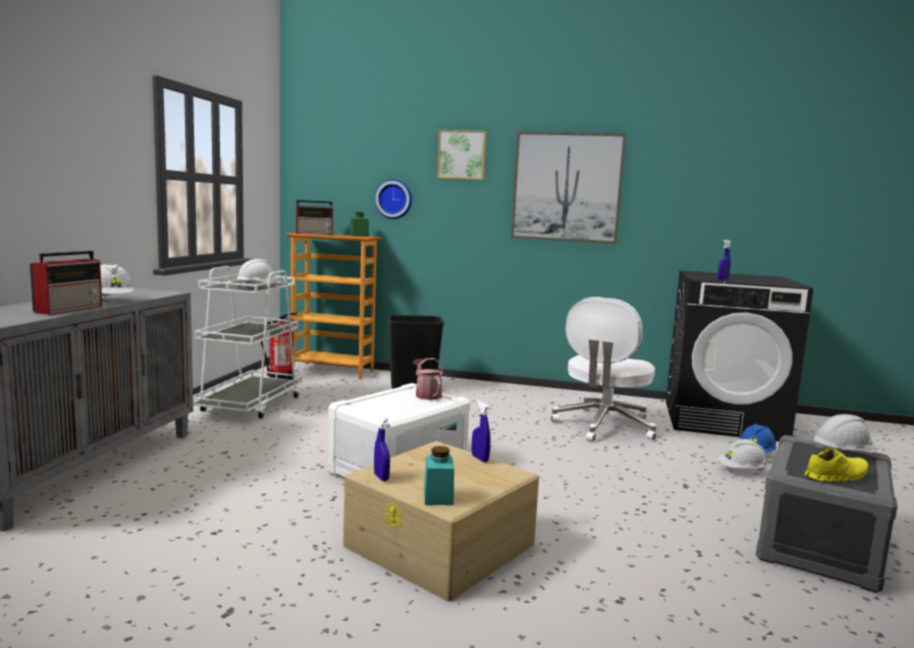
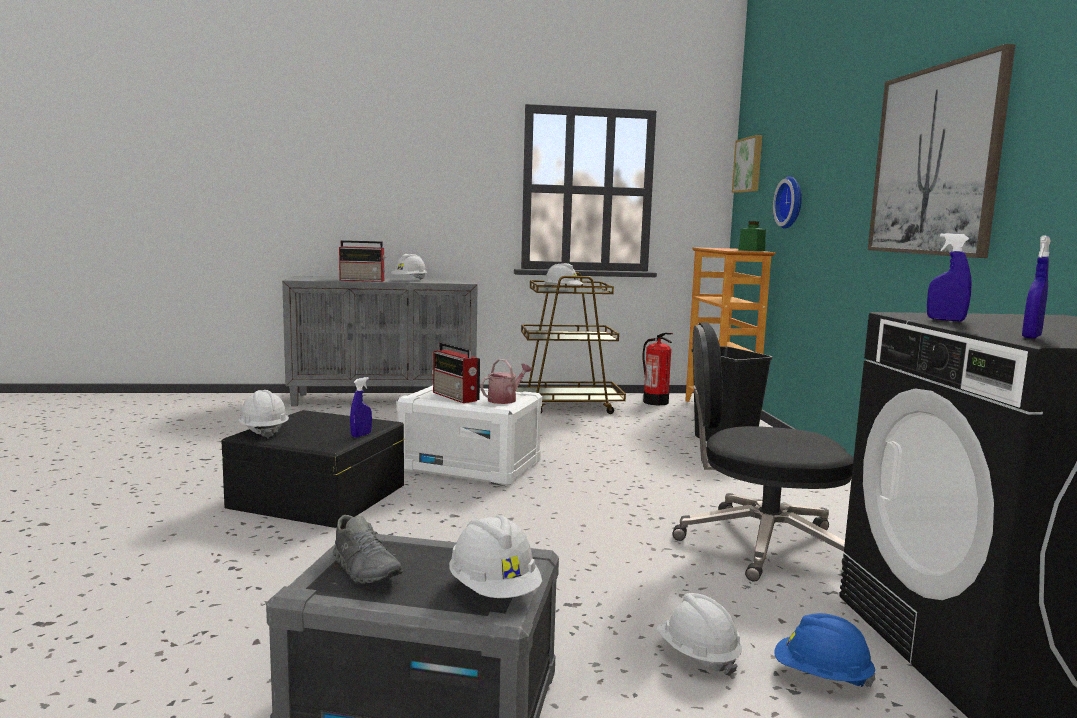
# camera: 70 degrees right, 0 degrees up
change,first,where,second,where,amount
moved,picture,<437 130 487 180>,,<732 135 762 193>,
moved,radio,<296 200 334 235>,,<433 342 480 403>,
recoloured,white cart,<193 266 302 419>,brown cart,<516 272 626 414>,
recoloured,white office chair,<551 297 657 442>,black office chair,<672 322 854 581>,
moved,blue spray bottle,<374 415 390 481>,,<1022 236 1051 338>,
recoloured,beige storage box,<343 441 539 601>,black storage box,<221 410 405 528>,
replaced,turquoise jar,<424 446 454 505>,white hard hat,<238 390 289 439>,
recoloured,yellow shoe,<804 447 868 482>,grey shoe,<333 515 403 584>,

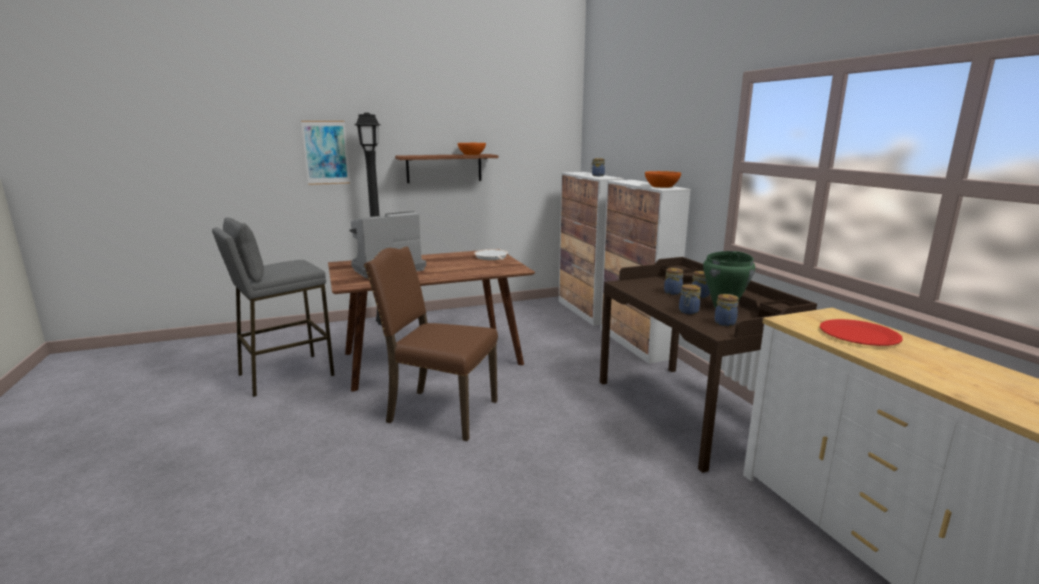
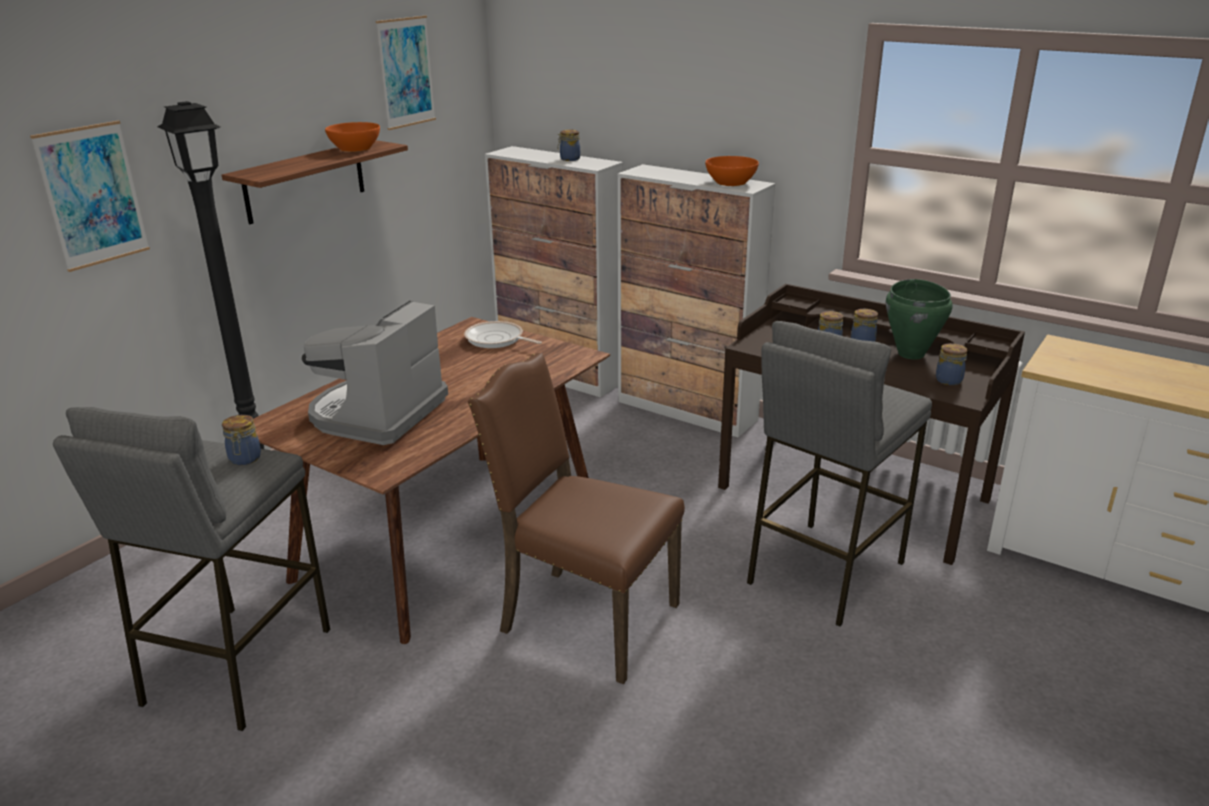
# camera: 35 degrees left, 10 degrees up
change,first,where,second,where,amount
turned,brown chair,<364 247 498 441>,,<468 353 685 684>,45 degrees clockwise
moved,jar,<679 284 701 315>,,<222 415 261 465>,
removed,red plate,<820 319 903 346>,,,
added,,,picture,<376 16 436 130>,
added,,,grey stool,<747 321 932 627>,

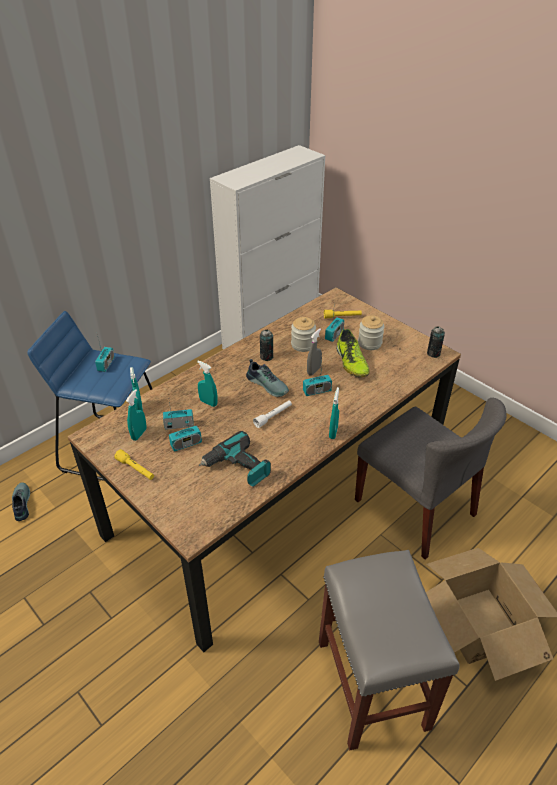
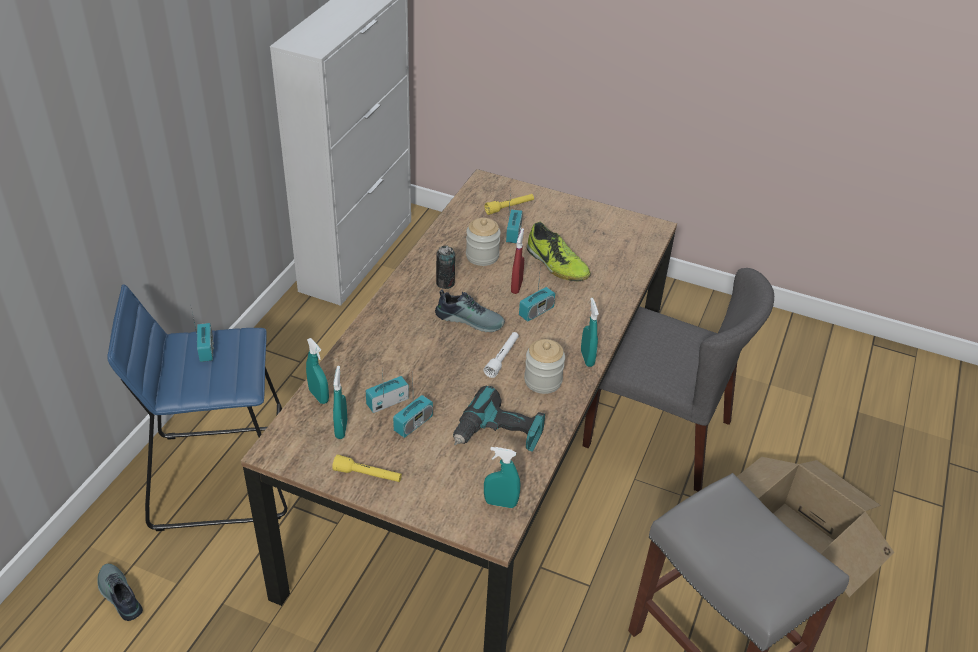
# camera: 25 degrees left, 0 degrees up
change,first,where,second,where,amount
moved,jar,<358 316 385 350>,,<524 339 565 394>,
removed,can,<427 326 445 358>,,,
recoloured,grey spray bottle,<307 328 322 376>,red spray bottle,<511 228 524 294>,
moved,turquoise spray bottle,<197 361 217 407>,,<484 447 520 508>,

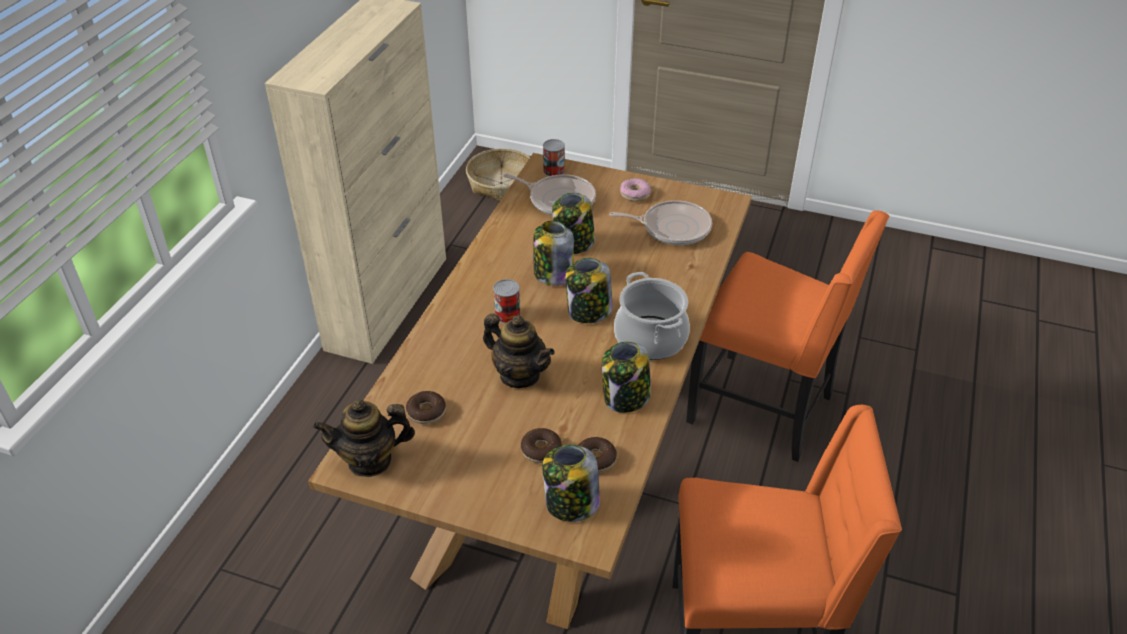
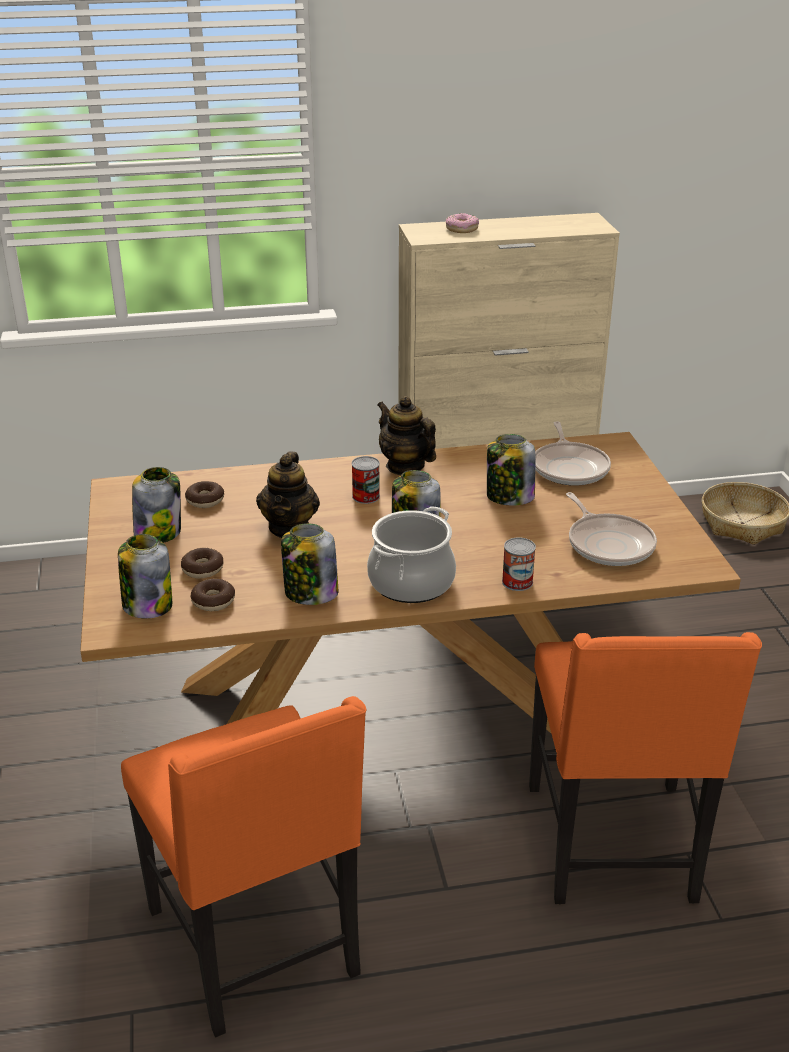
# camera: 60 degrees right, 10 degrees down
change,first,where,second,where,amount
moved,can,<543 139 565 176>,,<502 537 536 591>,
moved,donut,<620 178 651 202>,,<446 213 479 233>,
moved,jar,<533 221 574 286>,,<132 467 181 543>,
moved,teapot,<313 400 415 477>,,<377 396 436 475>,

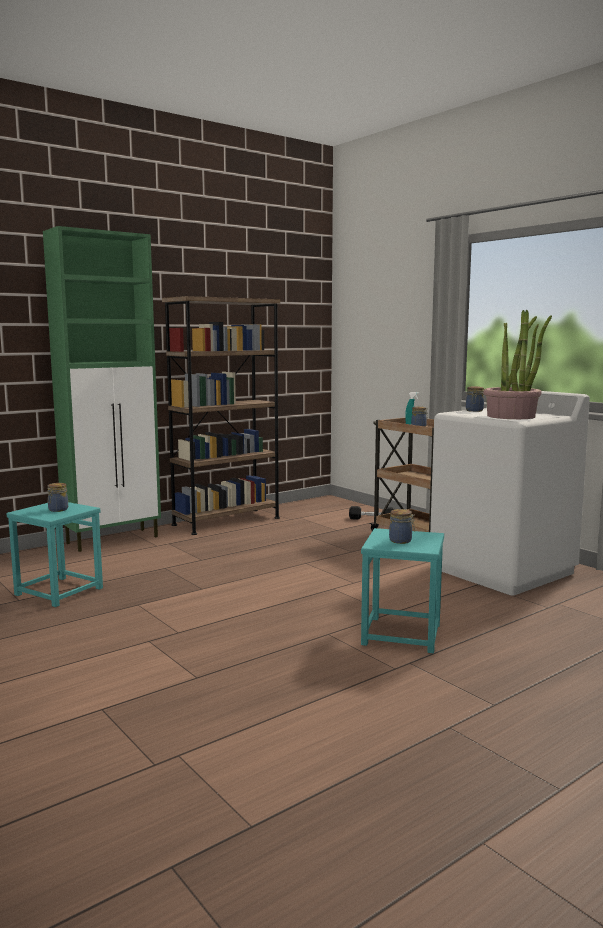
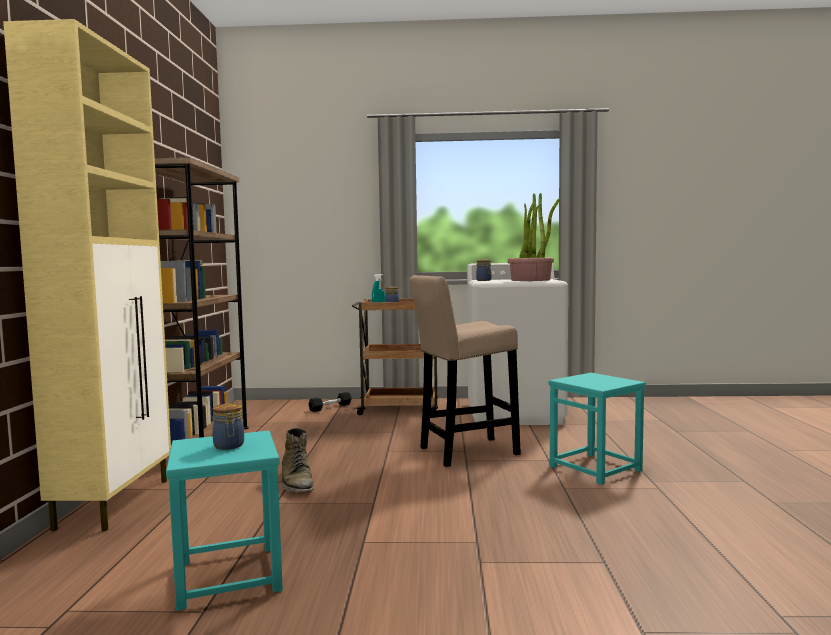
# camera: 50 degrees left, 5 degrees down
change,first,where,second,where,amount
recoloured,green cabinet,<43 226 161 552>,beige cabinet,<3 19 171 531>,
removed,jar,<389 509 415 544>,,,
added,,,beige stool,<409 275 521 467>,
added,,,green boot,<281 428 314 492>,

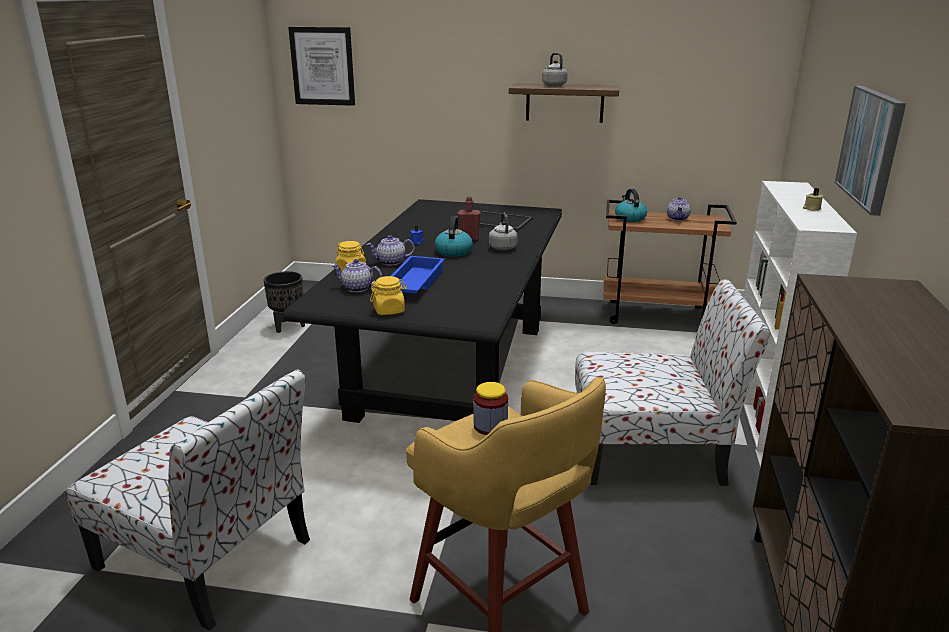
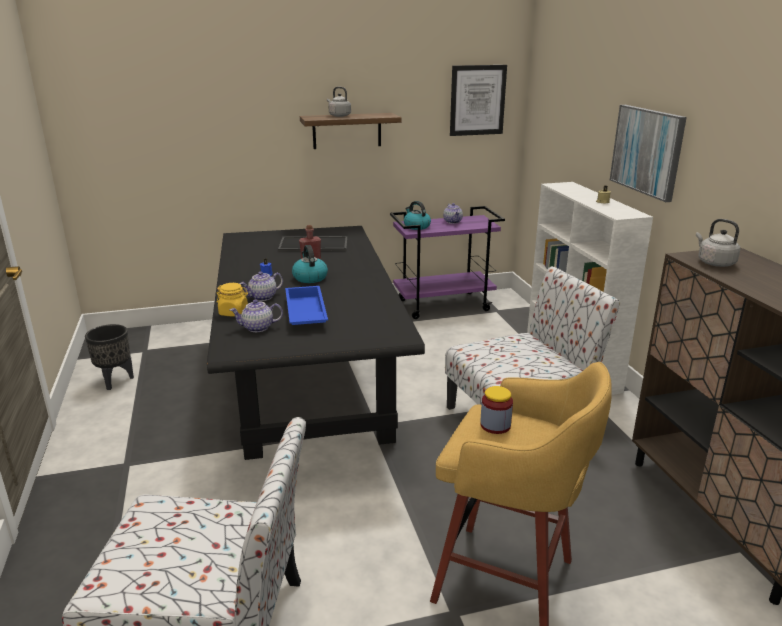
# camera: 25 degrees left, 0 degrees up
change,first,where,second,where,amount
moved,picture,<288 27 355 106>,,<450 65 507 136>,
recoloured,brown cart,<603 200 737 324>,purple cart,<390 206 505 319>,
moved,grey kettle,<489 213 518 250>,,<696 219 740 267>,
removed,yellow jar,<370 276 407 315>,,,

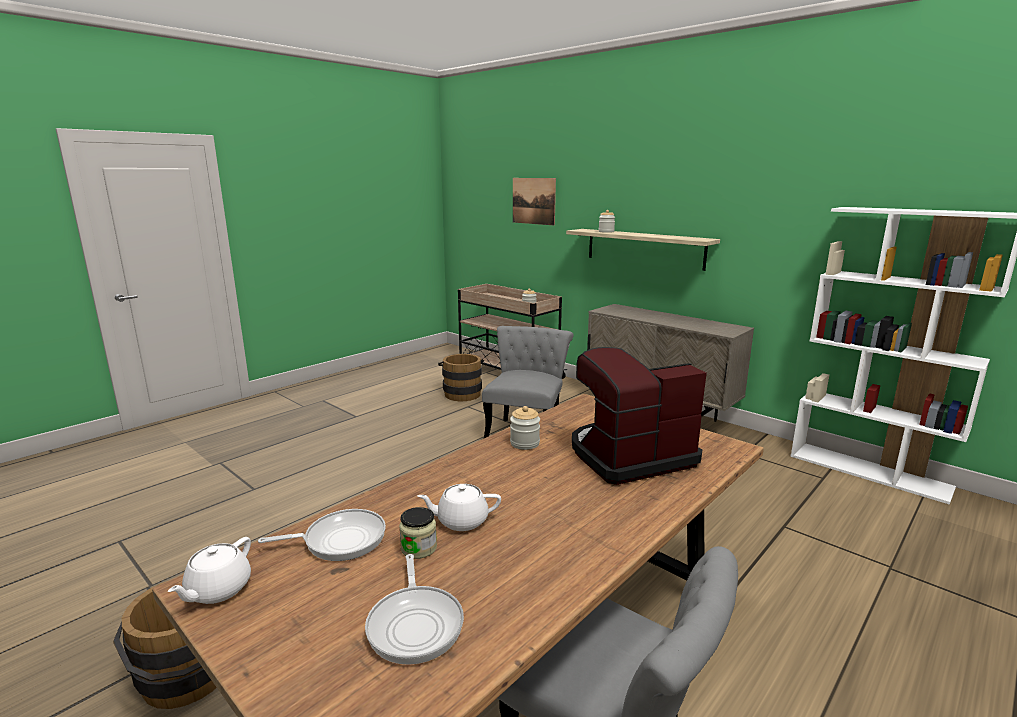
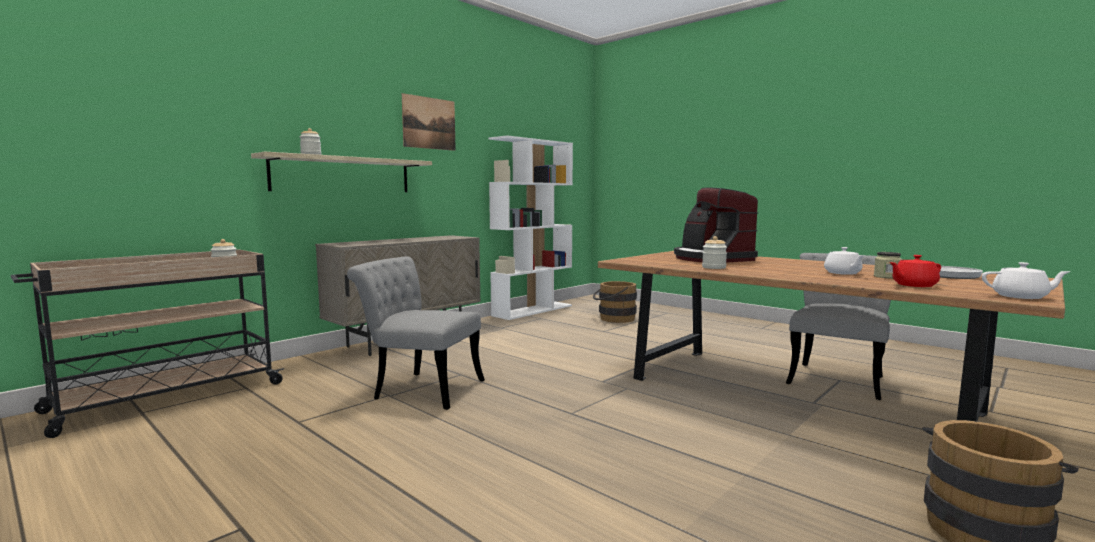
# camera: 90 degrees left, 10 degrees down
change,first,where,second,where,amount
moved,picture,<513 178 556 225>,,<402 93 456 151>,
moved,brown bucket,<438 354 484 401>,,<593 281 637 323>,
replaced,frying pan,<258 509 386 561>,red teapot,<889 255 941 287>,

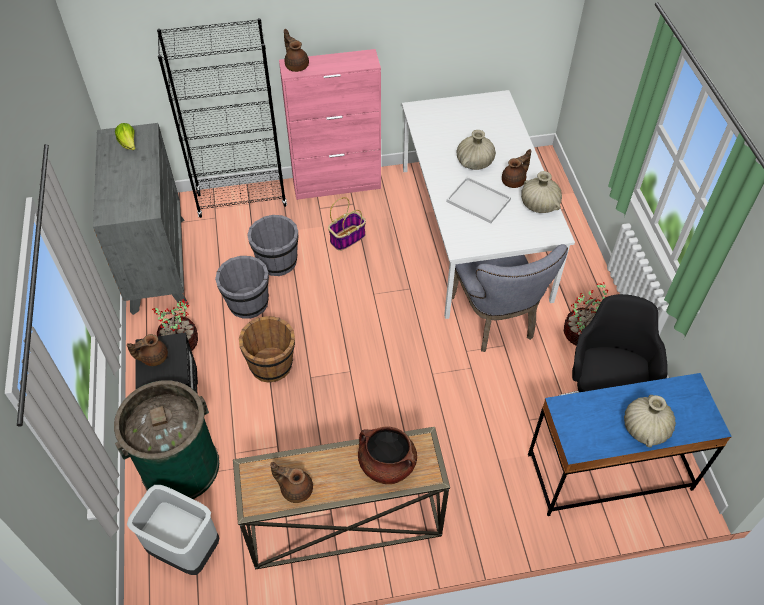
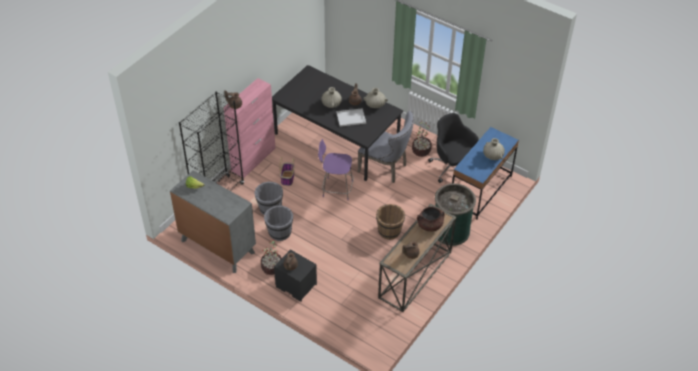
# camera: 45 degrees left, 5 degrees down
change,first,where,second,where,amount
recoloured,white dining table,<402 90 575 319>,black dining table,<272 65 403 181>,
moved,brown bucket,<239 316 295 383>,,<376 204 405 240>,
moved,green trash can,<114 380 219 499>,,<435 183 476 245>,
removed,grey trash can,<127 485 219 575>,,,
added,,,purple chair,<318 139 354 200>,

